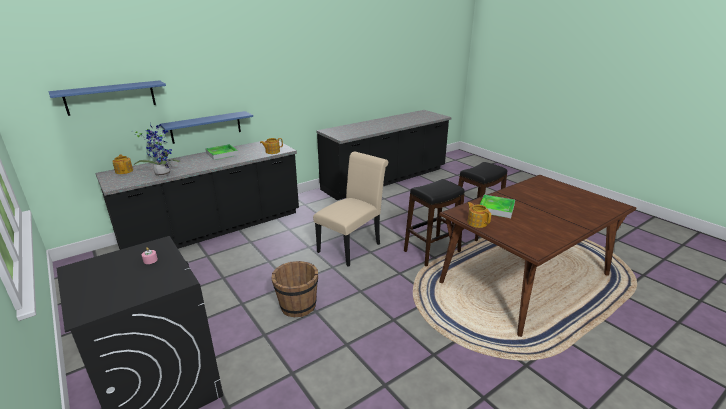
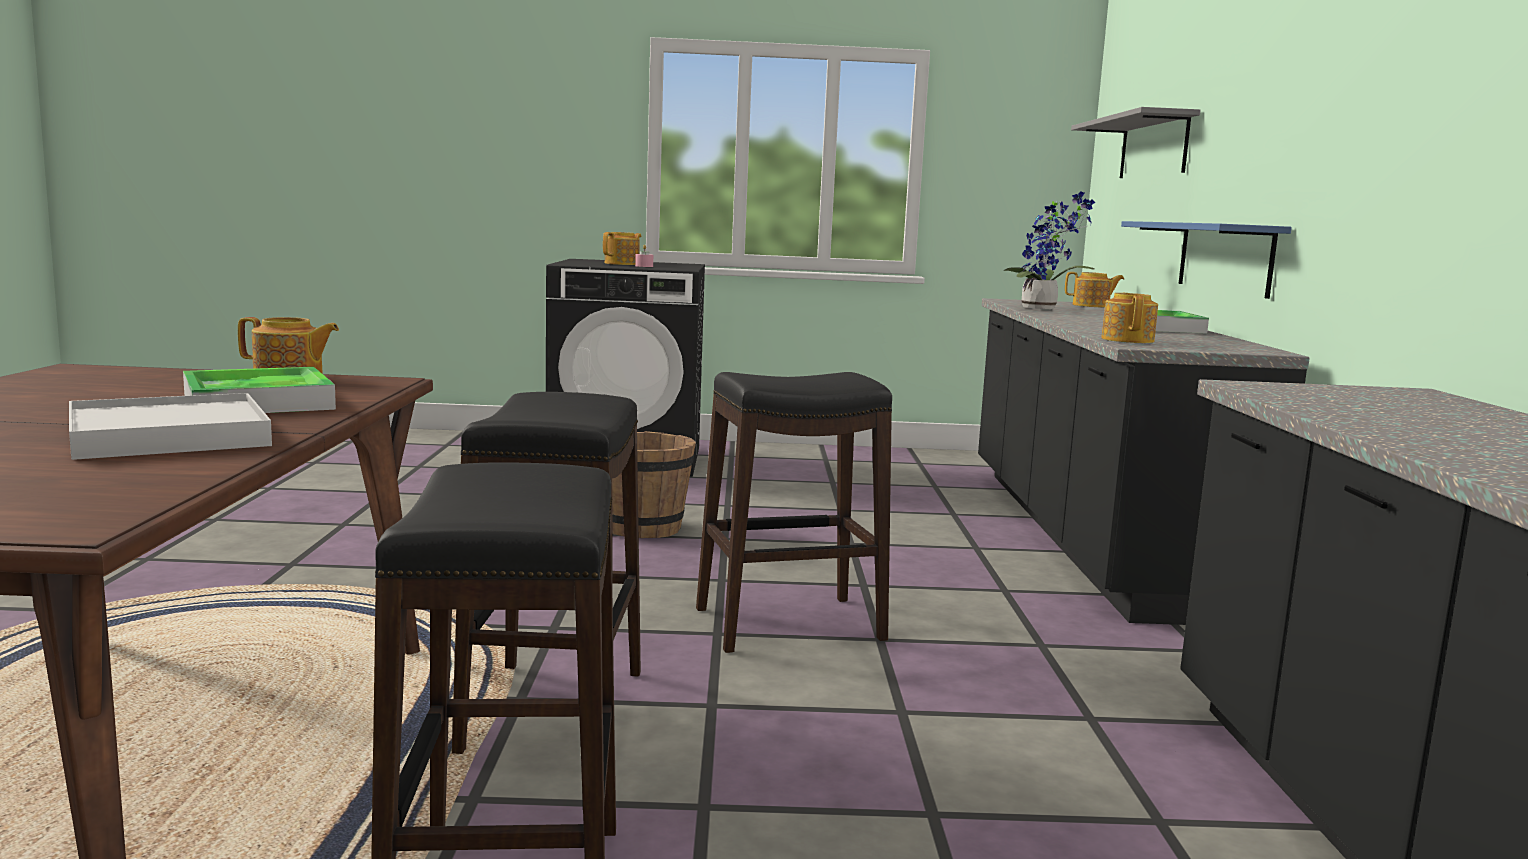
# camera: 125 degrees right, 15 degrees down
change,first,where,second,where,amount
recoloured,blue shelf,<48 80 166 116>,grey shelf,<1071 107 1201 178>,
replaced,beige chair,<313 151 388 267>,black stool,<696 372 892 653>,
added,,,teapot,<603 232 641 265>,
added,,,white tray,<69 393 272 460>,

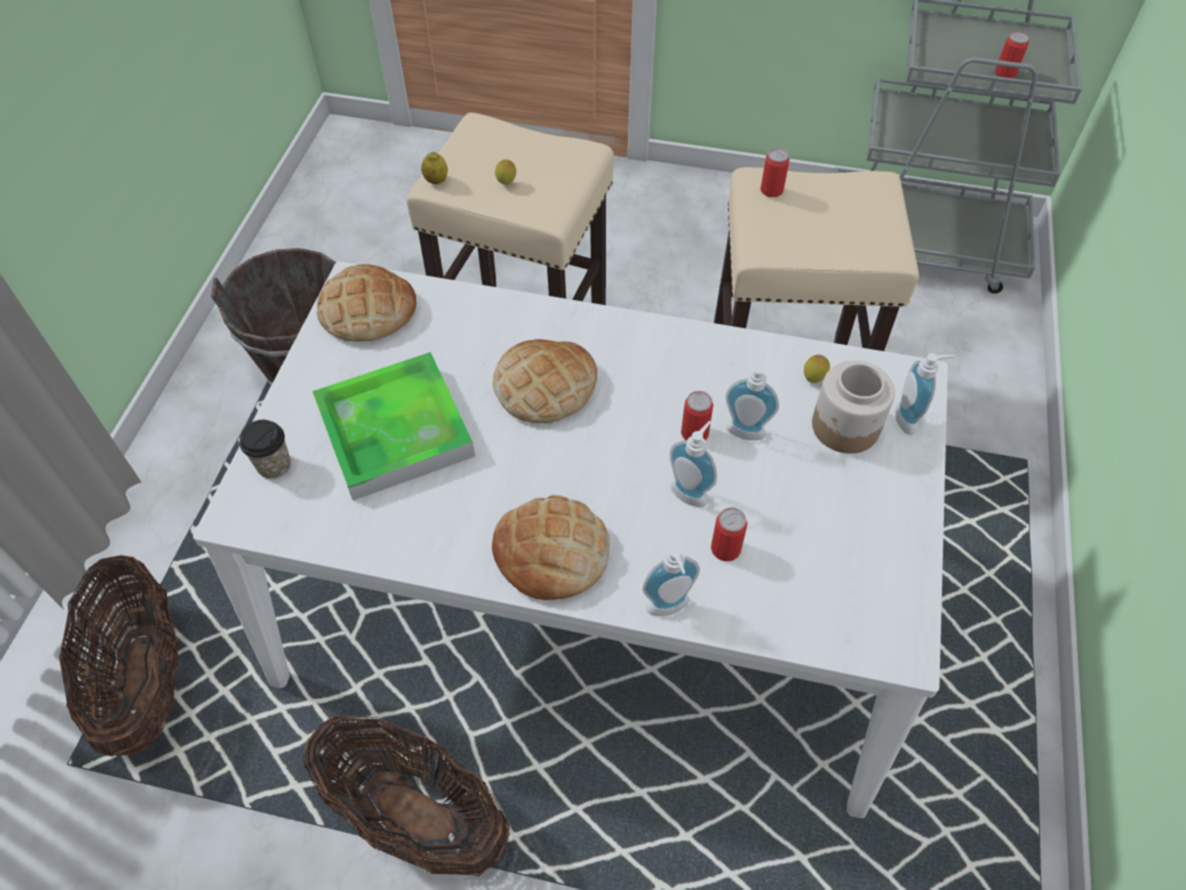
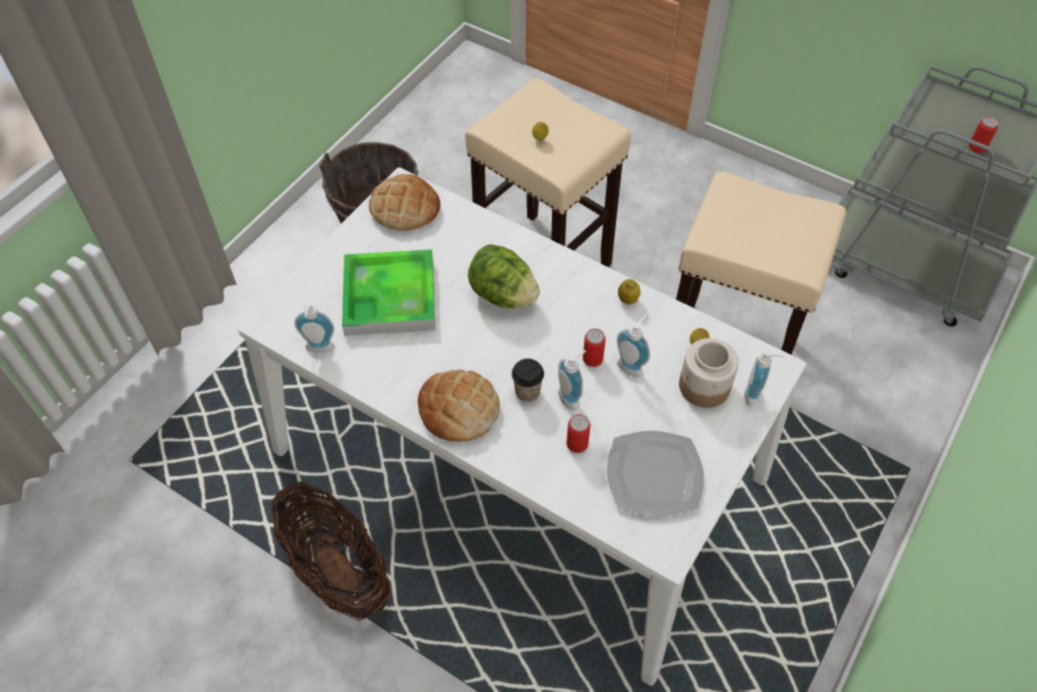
# camera: 20 degrees right, 0 degrees up
change,first,where,second,where,amount
removed,can,<760 148 790 197>,,,
moved,lemon,<421 152 448 184>,,<618 279 640 304>,
replaced,bread,<493 339 597 423>,lettuce,<468 244 540 309>,
moved,cup,<240 420 291 479>,,<512 359 544 402>,
moved,soap dispenser,<643 546 700 616>,,<294 301 335 354>,
removed,basket,<59 555 179 756>,,,
added,,,plate,<607 431 704 517>,

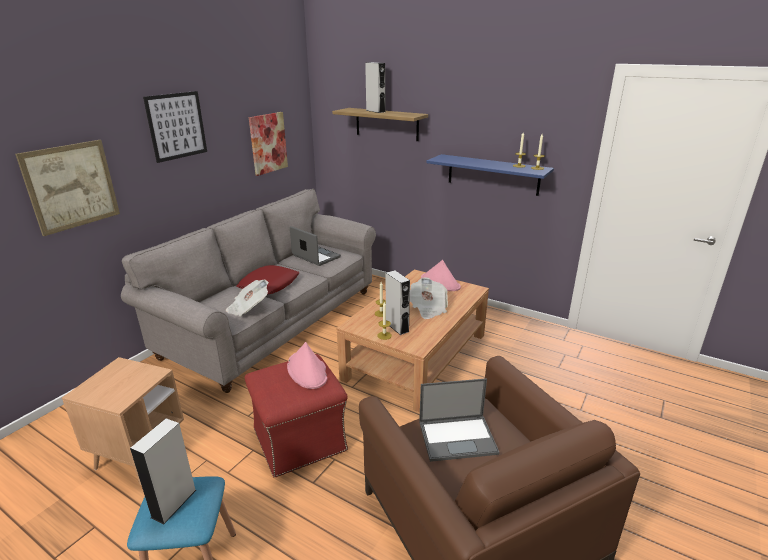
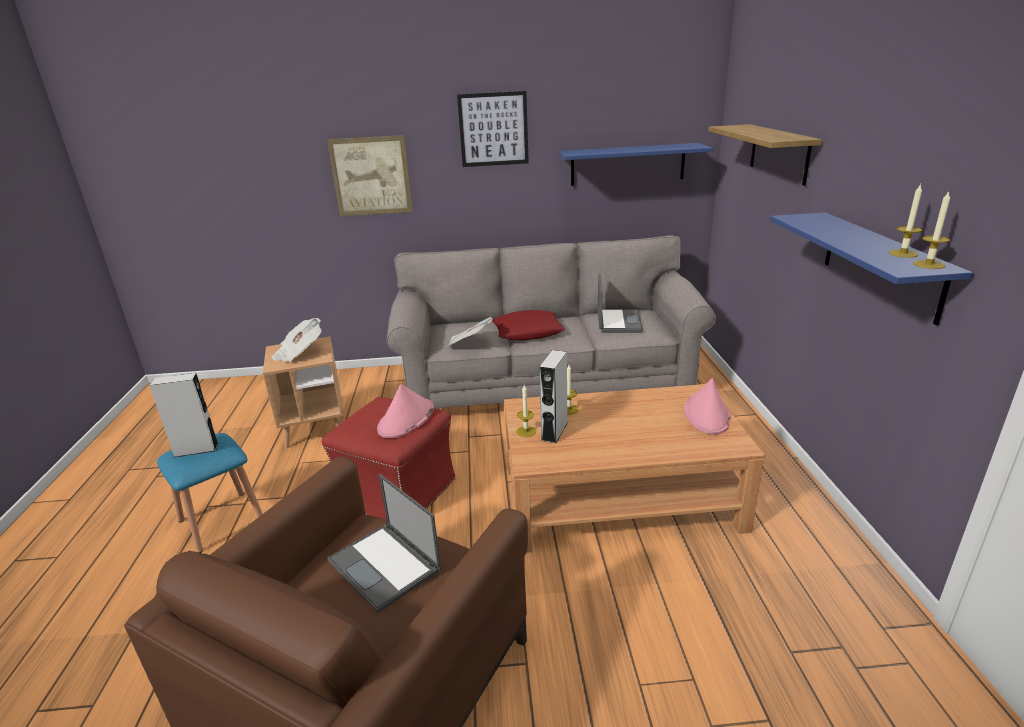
# camera: 55 degrees right, 0 degrees up
change,first,where,second,where,amount
removed,grey speaker,<365 62 385 113>,,,
replaced,picture,<249 112 288 176>,blue shelf,<558 143 713 186>,
moved,newspaper,<410 277 448 319>,,<271 318 322 362>,

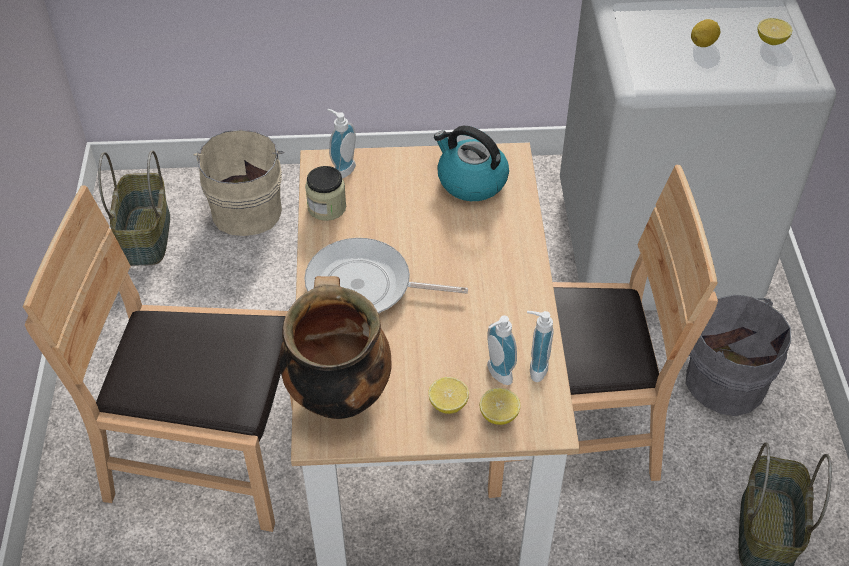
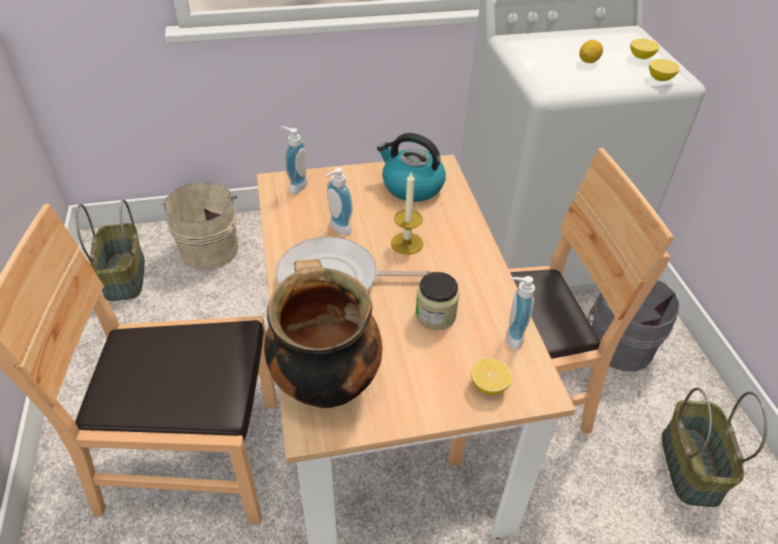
# camera: 10 degrees left, 5 degrees down
change,first,where,second,where,amount
moved,jar,<305 166 346 221>,,<415 272 459 330>,
moved,soap dispenser,<487 316 517 385>,,<326 168 353 235>,
moved,lemon,<428 377 469 414>,,<649 59 680 81>,
added,,,candle,<391 172 423 255>,

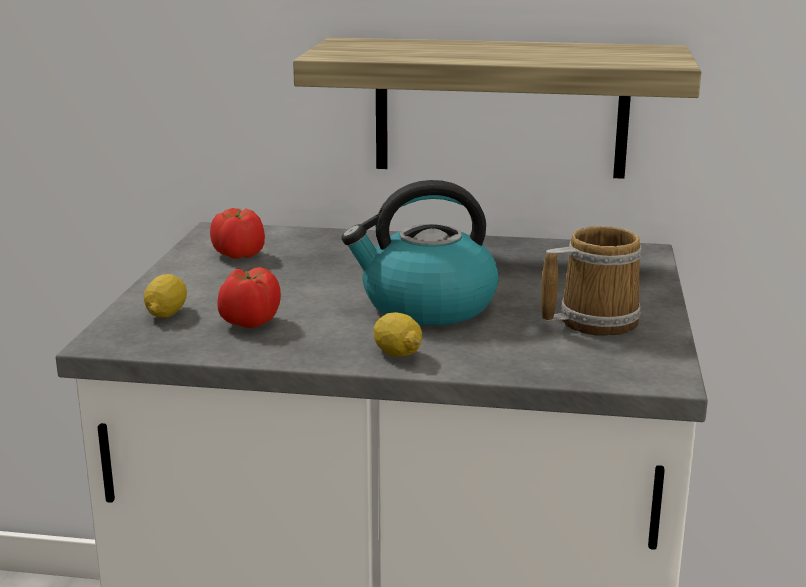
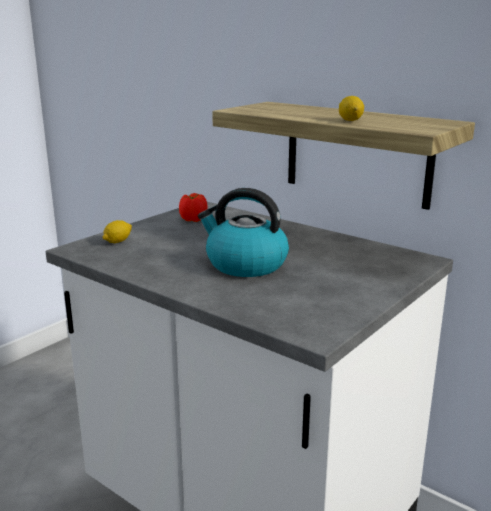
# camera: 30 degrees right, 0 degrees up
change,first,where,second,where,amount
removed,mug,<541 226 642 336>,,,
removed,tomato,<217 267 281 328>,,,
moved,lemon,<374 312 422 357>,,<339 96 364 121>,

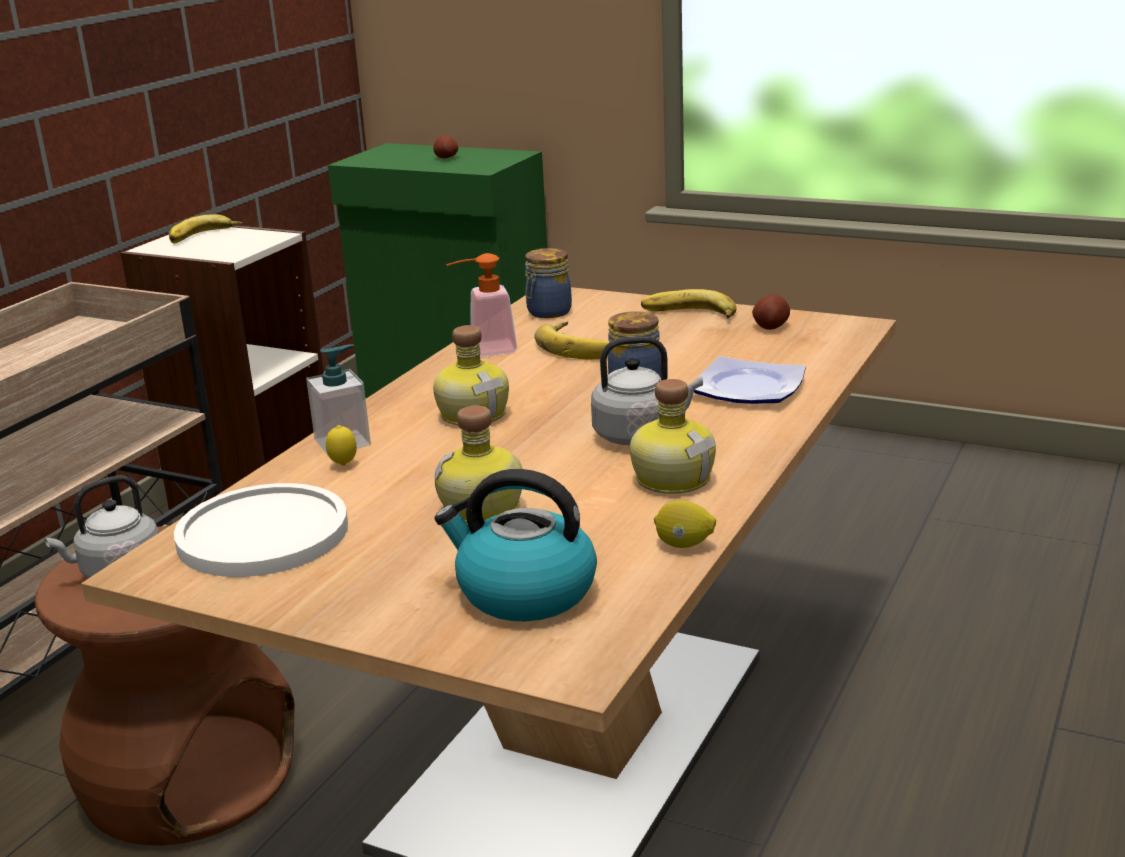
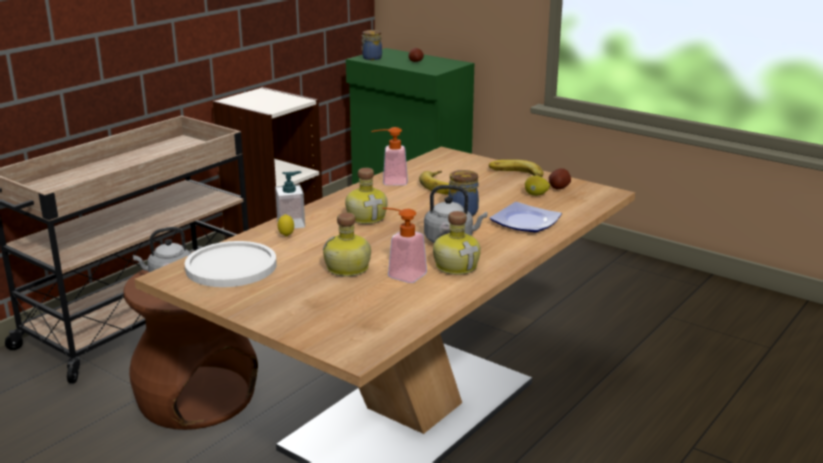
# camera: 10 degrees right, 0 degrees up
change,first,where,second,where,amount
removed,banana,<169 214 243 243>,,,
moved,jar,<525 248 572 318>,,<361 30 382 60>,
removed,kettle,<435 469 597 621>,,,
moved,lemon,<654 500 716 548>,,<525 176 550 196>,
added,,,soap dispenser,<382 208 427 283>,

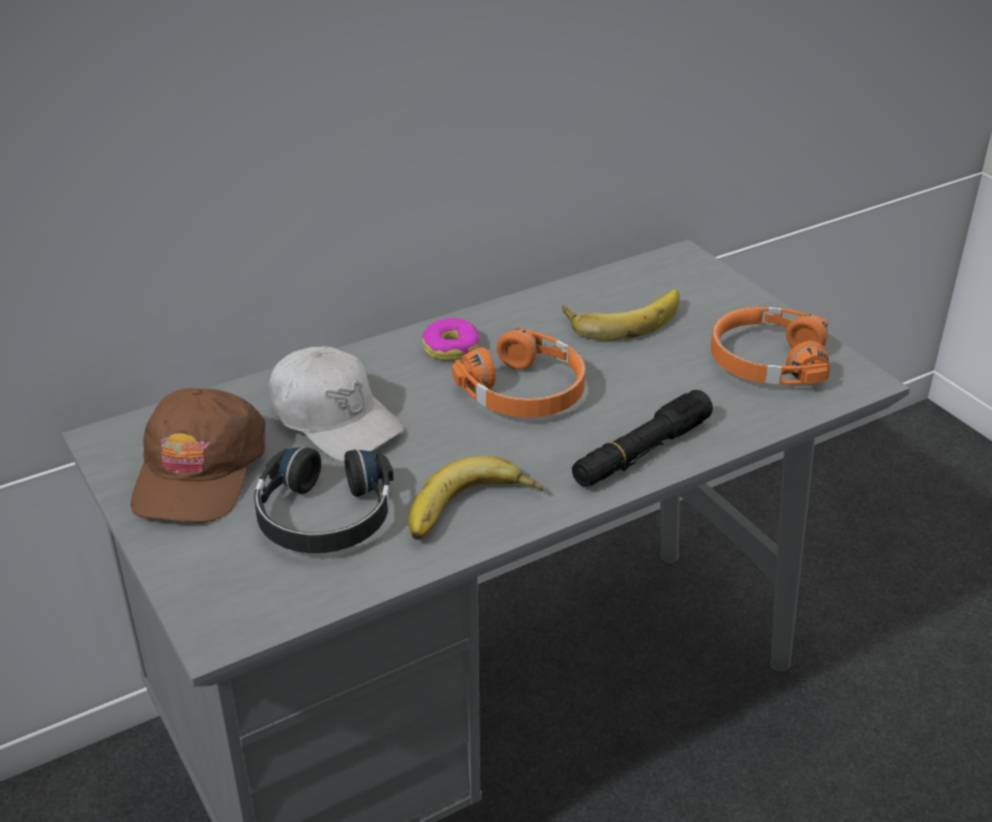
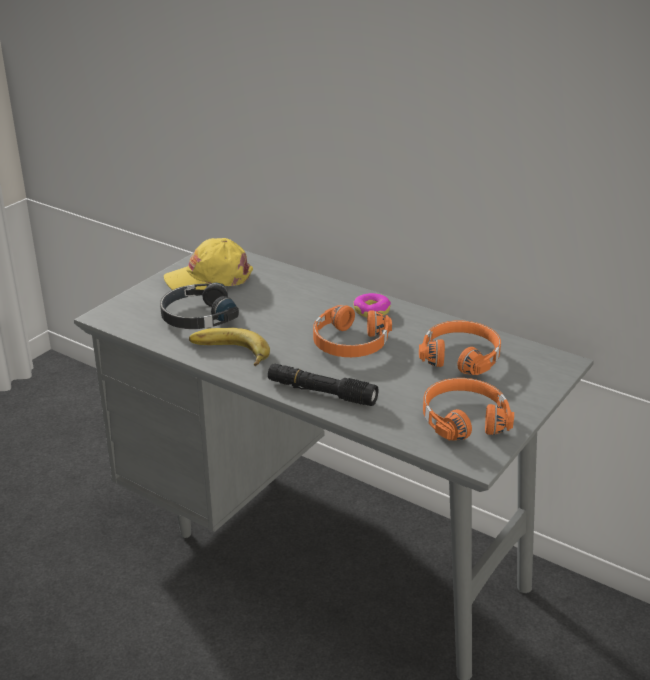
# camera: 65 degrees right, 5 degrees down
change,first,where,second,where,amount
replaced,banana,<562 290 680 341>,orange headphones,<419 320 501 375>,
removed,white cap,<269 346 404 462>,,,
recoloured,brown cap,<131 388 266 523>,yellow cap,<164 238 253 290>,

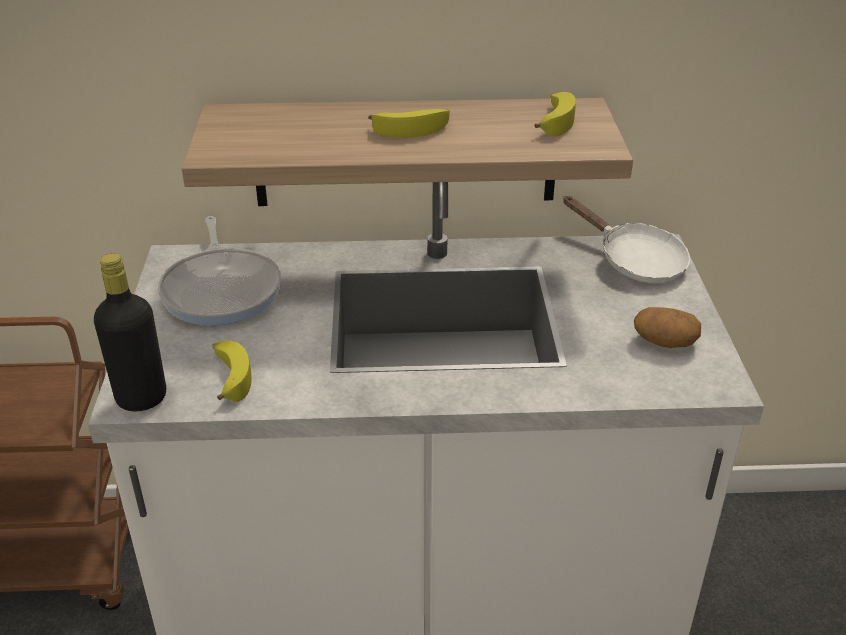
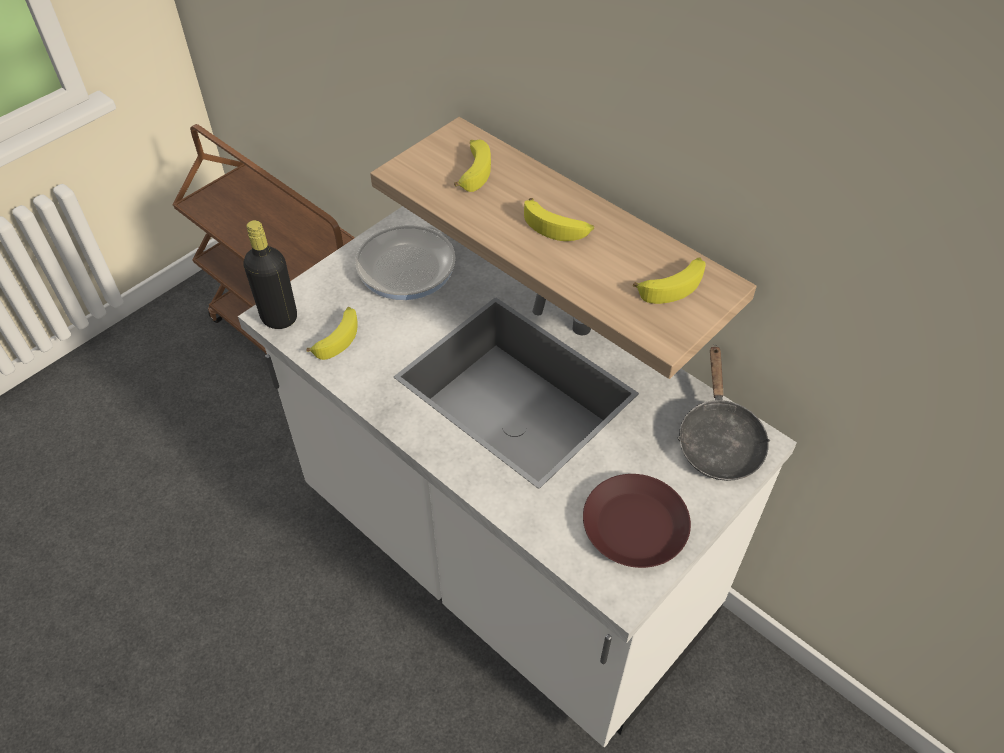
# camera: 45 degrees right, 15 degrees up
change,first,where,second,where,amount
recoloured,white frying pan,<563 196 690 283>,black frying pan,<678 345 770 481>,
replaced,potato,<634 307 701 348>,brown plate,<583 474 691 568>,
added,,,banana,<454 140 491 192>,

